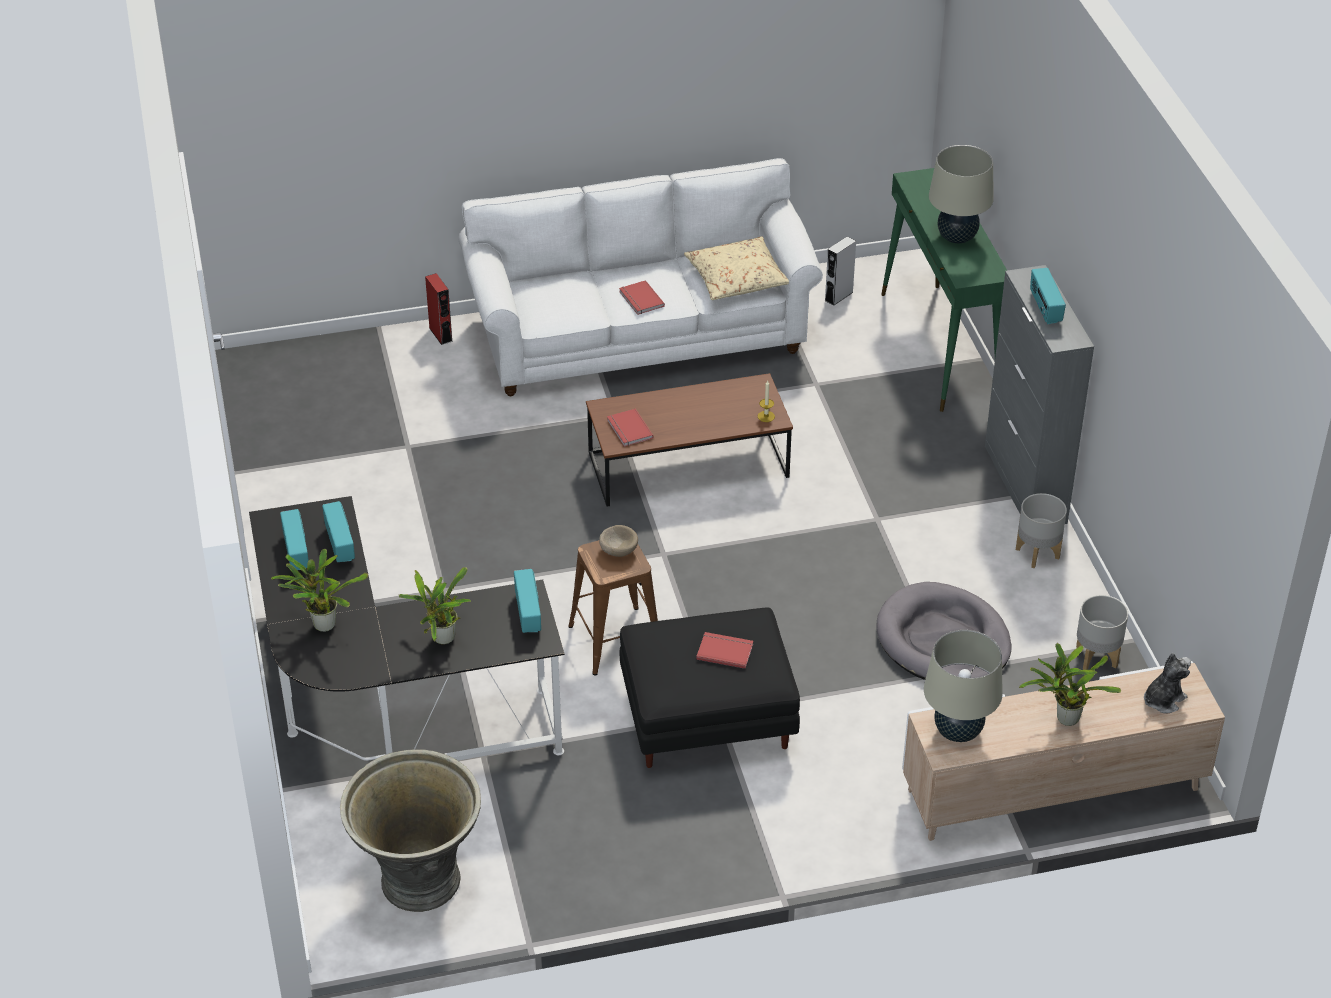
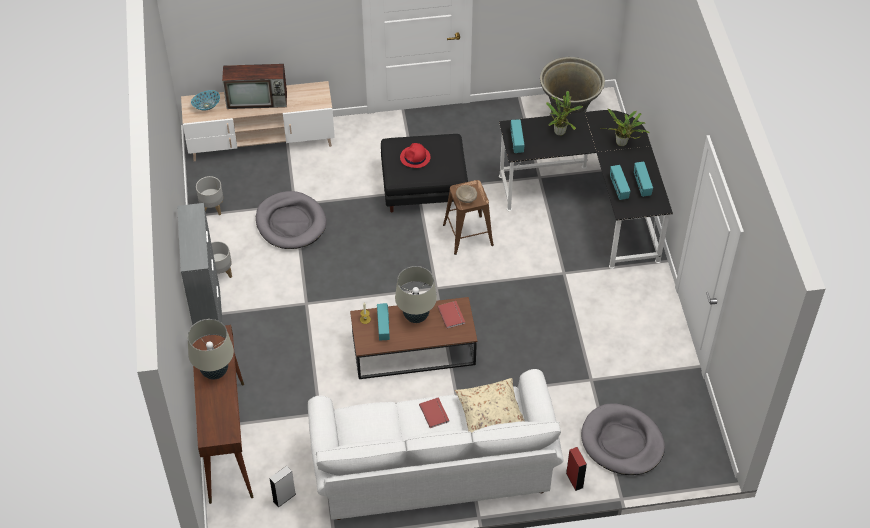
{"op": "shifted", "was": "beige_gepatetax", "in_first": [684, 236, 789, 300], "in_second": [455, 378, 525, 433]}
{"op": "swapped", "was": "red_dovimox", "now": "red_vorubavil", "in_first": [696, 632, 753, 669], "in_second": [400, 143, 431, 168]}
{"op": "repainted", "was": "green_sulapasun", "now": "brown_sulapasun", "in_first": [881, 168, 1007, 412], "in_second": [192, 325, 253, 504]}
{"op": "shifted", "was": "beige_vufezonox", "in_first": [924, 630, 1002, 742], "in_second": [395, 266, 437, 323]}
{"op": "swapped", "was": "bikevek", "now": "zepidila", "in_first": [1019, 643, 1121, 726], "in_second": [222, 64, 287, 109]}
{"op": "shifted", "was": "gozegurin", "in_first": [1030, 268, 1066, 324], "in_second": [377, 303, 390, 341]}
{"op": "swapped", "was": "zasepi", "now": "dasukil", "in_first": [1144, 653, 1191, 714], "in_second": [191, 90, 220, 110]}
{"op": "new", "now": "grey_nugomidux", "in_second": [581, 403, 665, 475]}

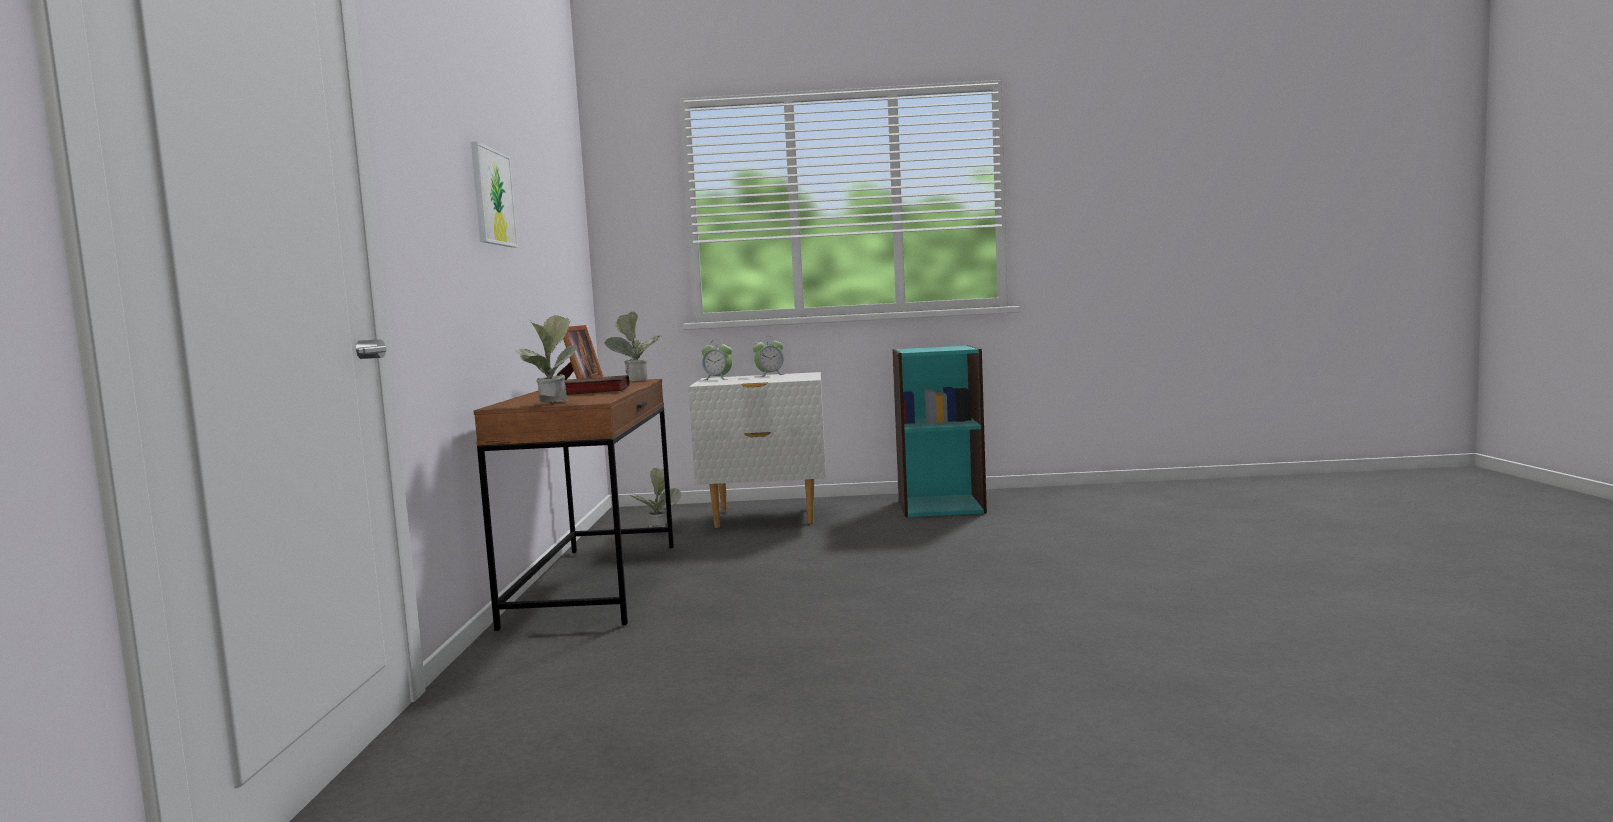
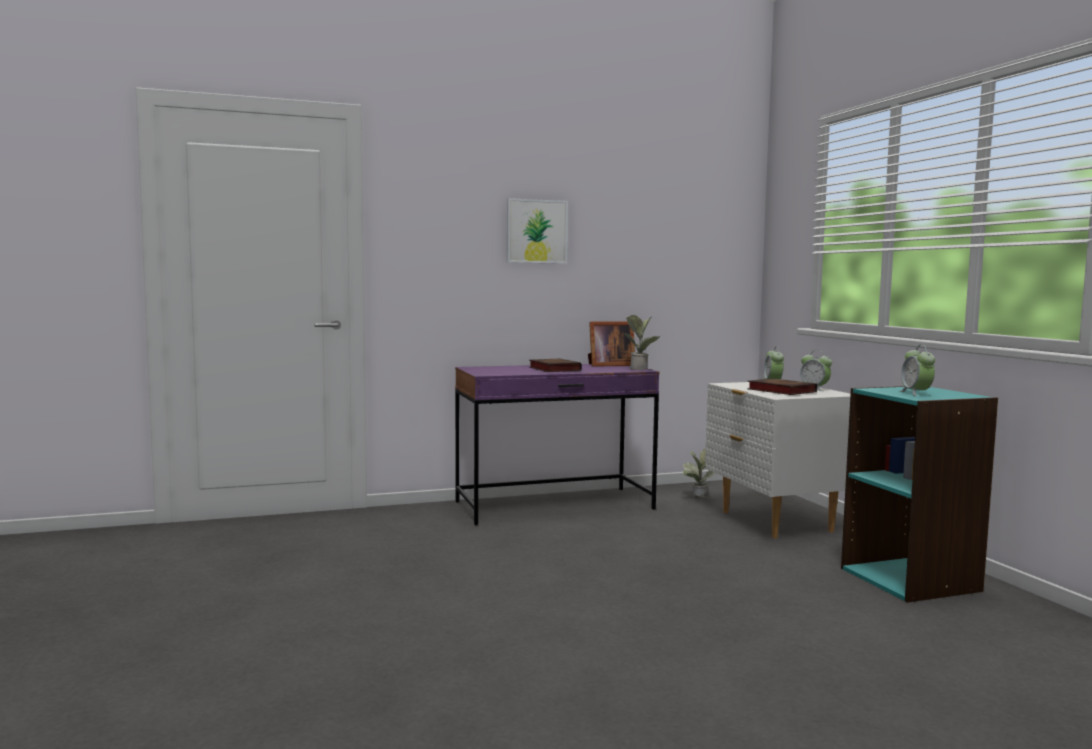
{"op": "repainted", "was": "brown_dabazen", "now": "purple_dabazen", "in_first": [474, 379, 674, 631], "in_second": [455, 364, 660, 525]}
{"op": "gone", "was": "bikevek", "in_first": [515, 315, 577, 402]}
{"op": "new", "now": "dovimox", "in_second": [747, 378, 818, 395]}
{"op": "new", "now": "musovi", "in_second": [899, 345, 935, 396]}

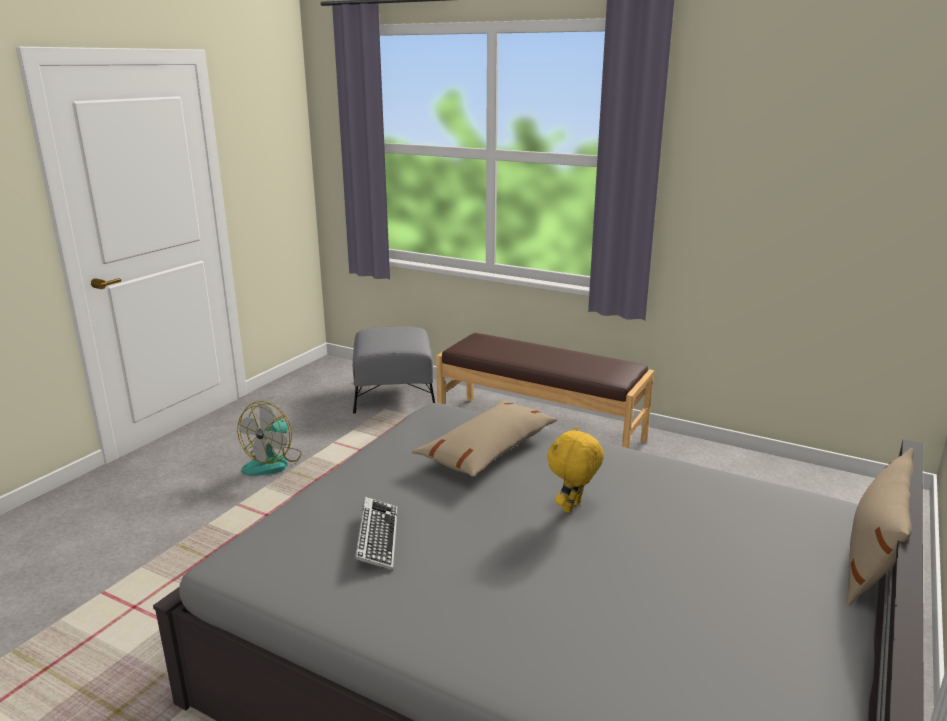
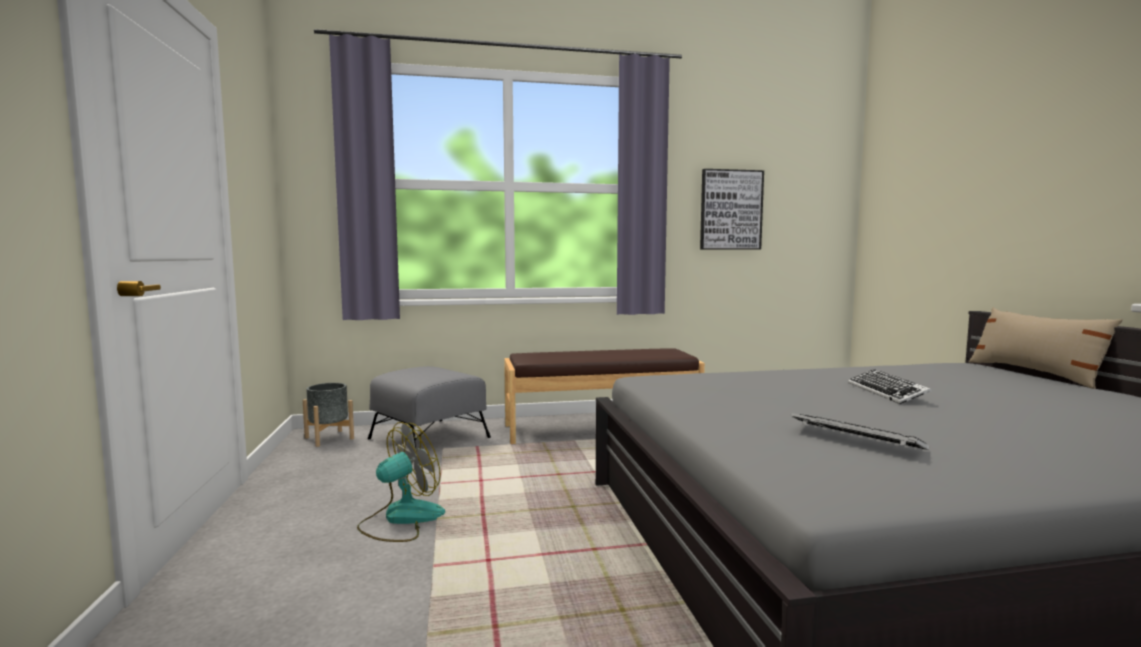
{"op": "rotated", "was": "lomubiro", "in_first": [237, 401, 302, 475], "in_second": [357, 422, 445, 542], "clockwise": -120}
{"op": "gone", "was": "beige_gepatetax", "in_first": [412, 400, 558, 477]}
{"op": "swapped", "was": "yellow_zasepi", "now": "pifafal", "in_first": [548, 426, 604, 513], "in_second": [848, 369, 932, 404]}
{"op": "new", "now": "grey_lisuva", "in_second": [303, 383, 354, 447]}
{"op": "new", "now": "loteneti", "in_second": [700, 169, 764, 250]}

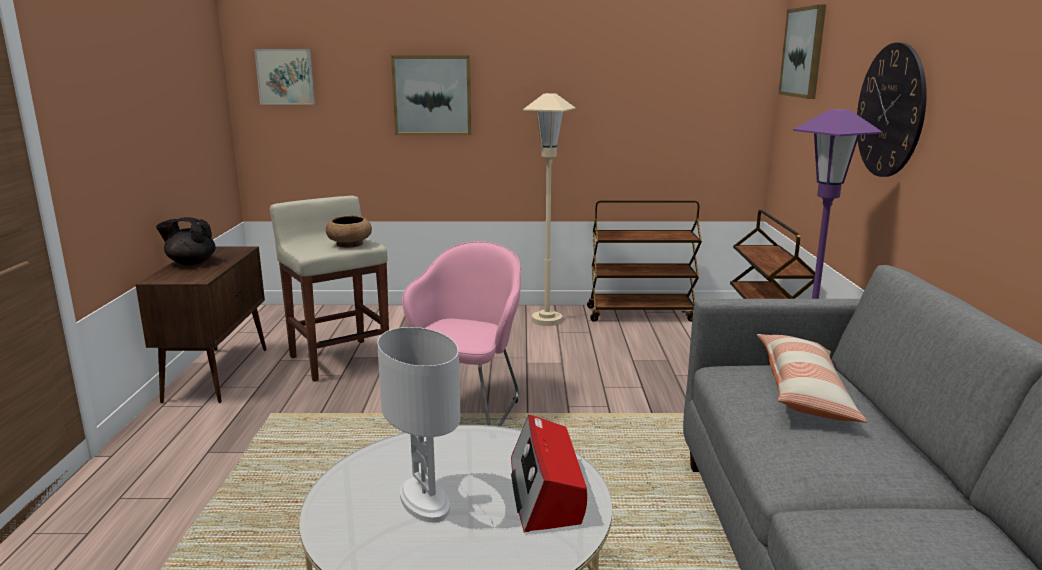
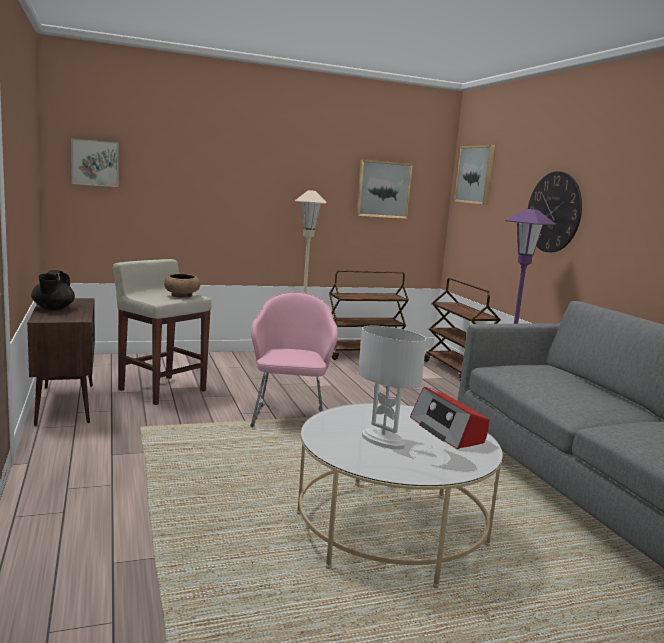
{"op": "rotated", "was": "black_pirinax", "in_first": [156, 217, 216, 266], "in_second": [31, 270, 75, 310], "clockwise": -75}
{"op": "shifted", "was": "loteneti", "in_first": [391, 55, 472, 135], "in_second": [356, 159, 413, 219]}
{"op": "gone", "was": "gepatetax", "in_first": [757, 334, 867, 423]}

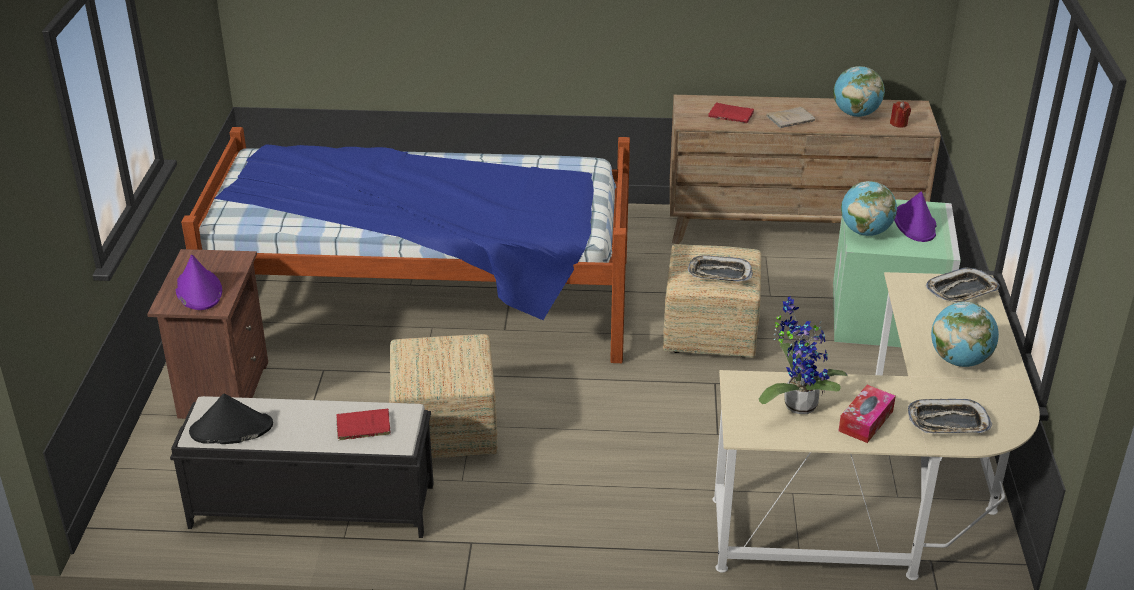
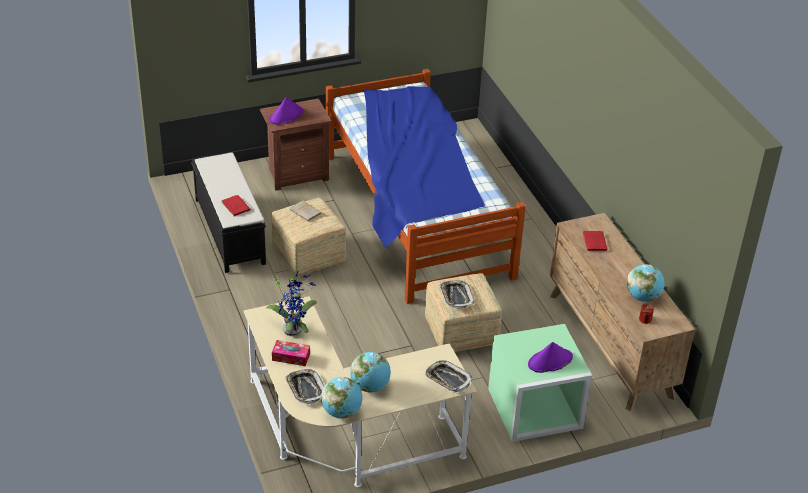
{"op": "gone", "was": "black_vorubavil", "in_first": [189, 394, 273, 444]}
{"op": "shifted", "was": "beige_dovimox", "in_first": [766, 107, 815, 128], "in_second": [289, 200, 321, 221]}
{"op": "shifted", "was": "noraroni", "in_first": [841, 181, 897, 236], "in_second": [321, 377, 362, 419]}

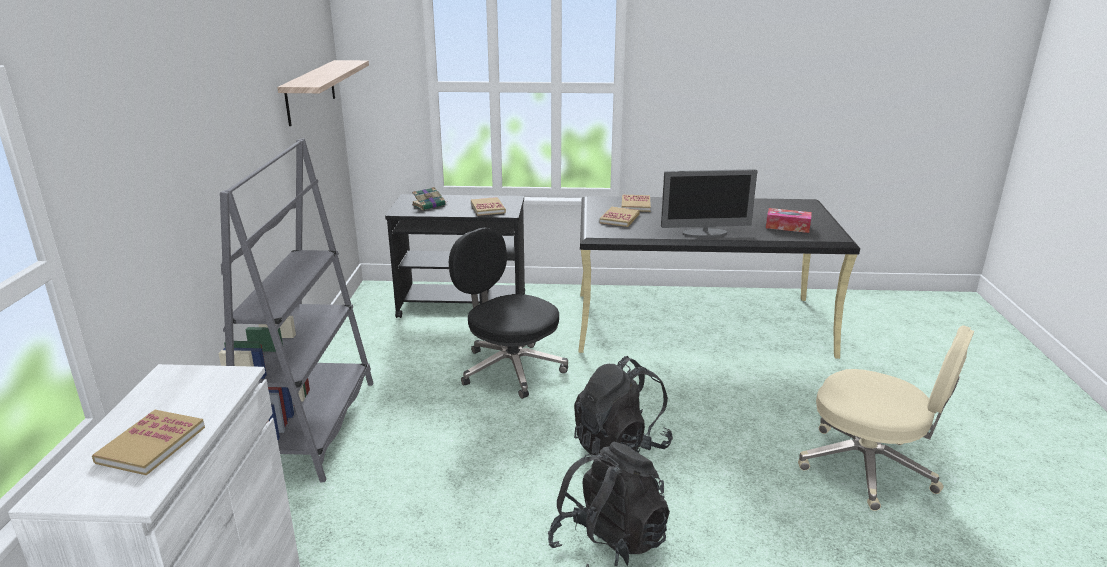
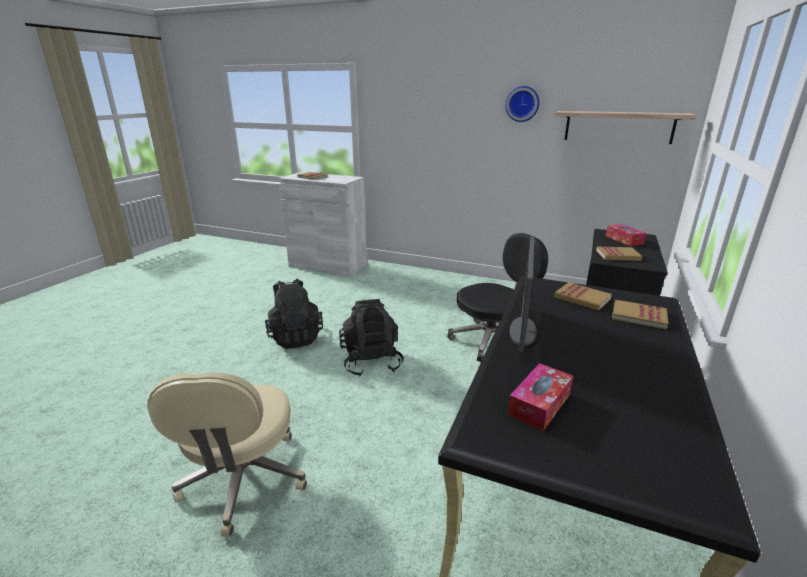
{"op": "gone", "was": "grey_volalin", "in_first": [218, 138, 374, 482]}
{"op": "swapped", "was": "dovimox", "now": "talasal", "in_first": [412, 187, 446, 210], "in_second": [606, 224, 647, 246]}
{"op": "rotated", "was": "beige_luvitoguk", "in_first": [798, 325, 974, 511], "in_second": [147, 372, 307, 537], "clockwise": -60}
{"op": "new", "now": "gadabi", "in_second": [505, 86, 540, 122]}

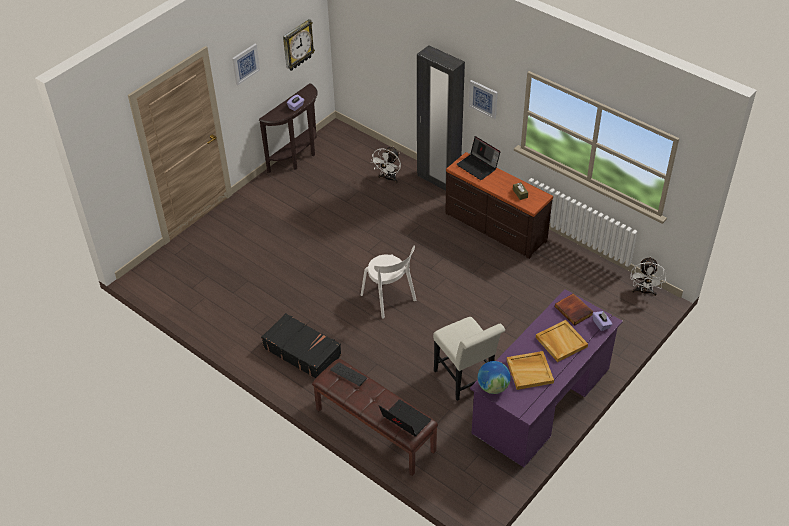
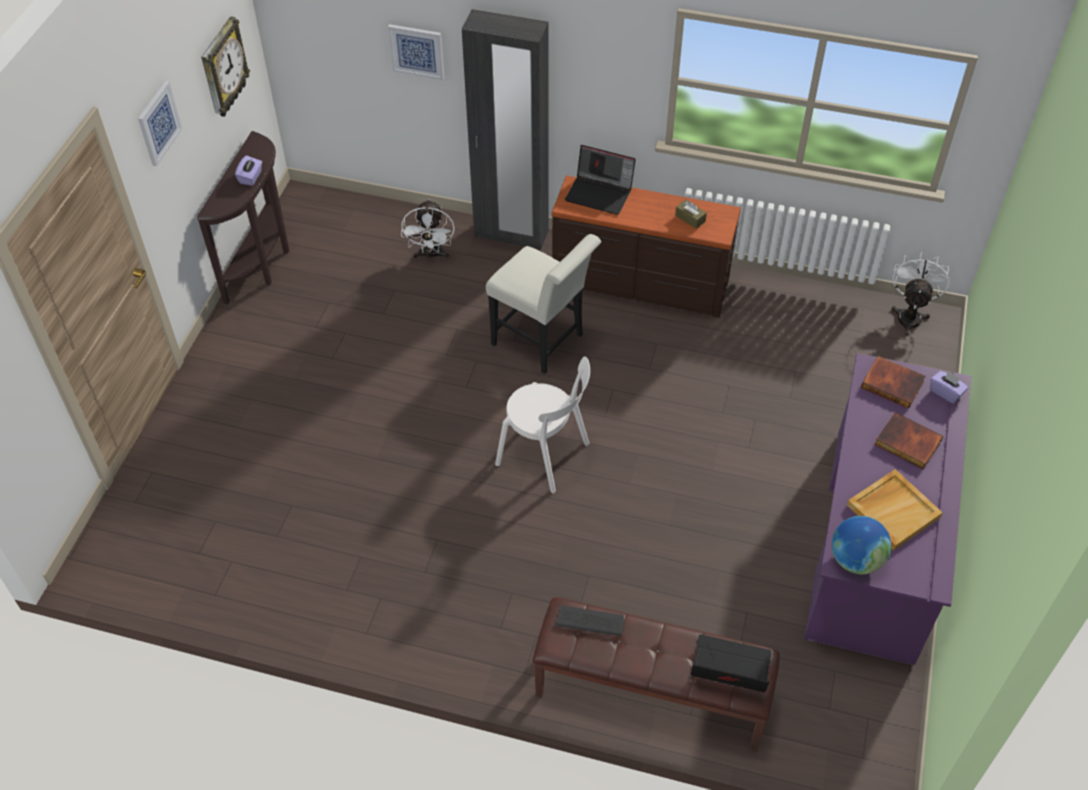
{"op": "gone", "was": "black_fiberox", "in_first": [261, 313, 342, 378]}
{"op": "shifted", "was": "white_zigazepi", "in_first": [433, 317, 505, 401], "in_second": [486, 234, 601, 374]}
{"op": "shifted", "was": "loteneti", "in_first": [469, 80, 498, 119], "in_second": [388, 24, 444, 80]}
{"op": "swapped", "was": "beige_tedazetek", "now": "dovimox", "in_first": [536, 320, 588, 362], "in_second": [874, 412, 943, 469]}
{"op": "rotated", "was": "white_lomubiro", "in_first": [631, 256, 666, 296], "in_second": [891, 252, 950, 336], "clockwise": -150}

